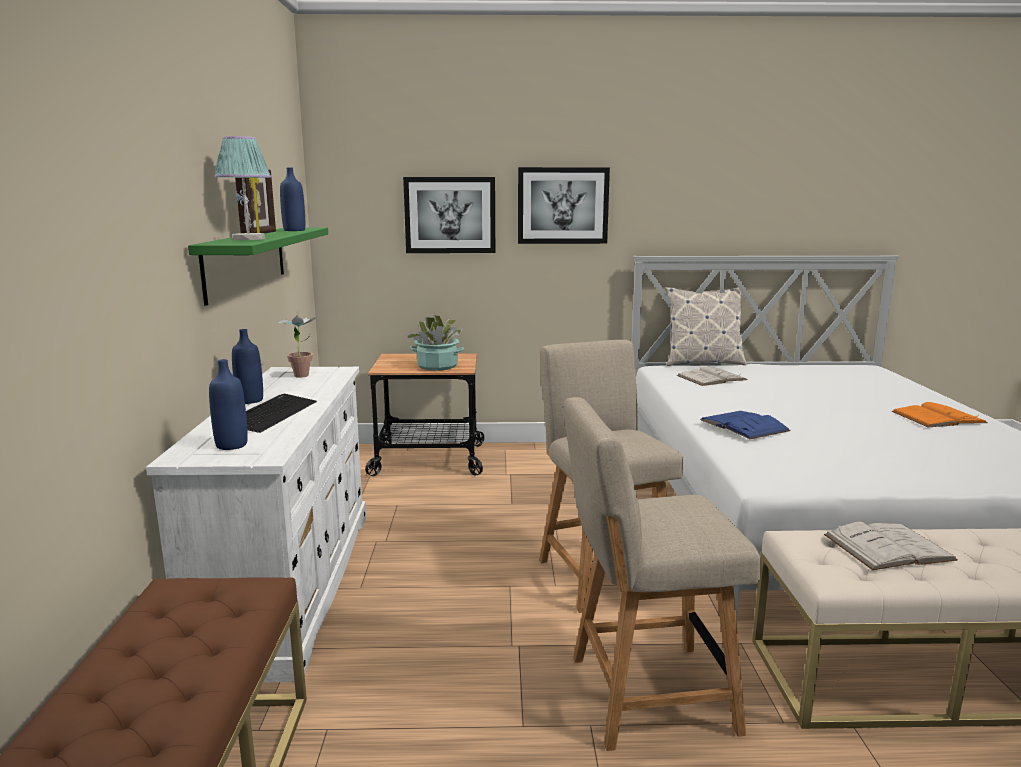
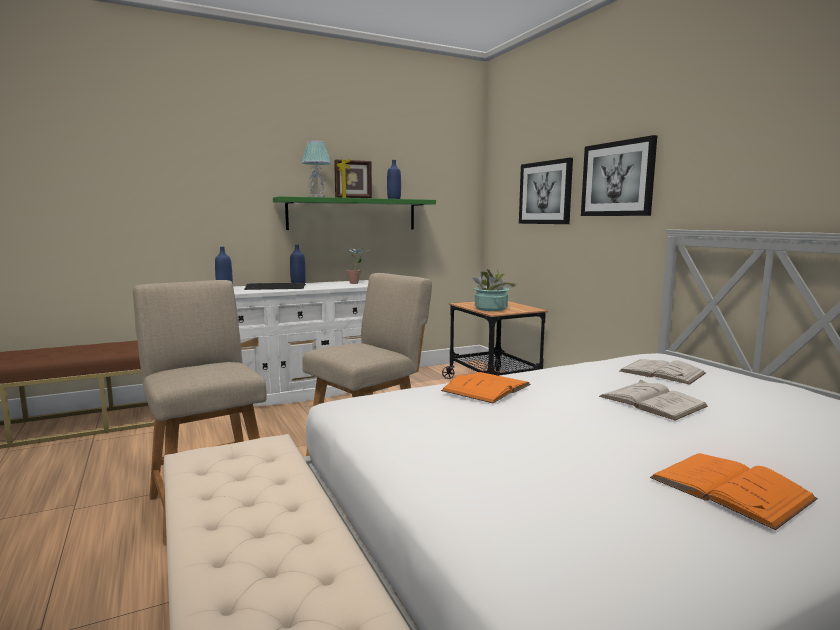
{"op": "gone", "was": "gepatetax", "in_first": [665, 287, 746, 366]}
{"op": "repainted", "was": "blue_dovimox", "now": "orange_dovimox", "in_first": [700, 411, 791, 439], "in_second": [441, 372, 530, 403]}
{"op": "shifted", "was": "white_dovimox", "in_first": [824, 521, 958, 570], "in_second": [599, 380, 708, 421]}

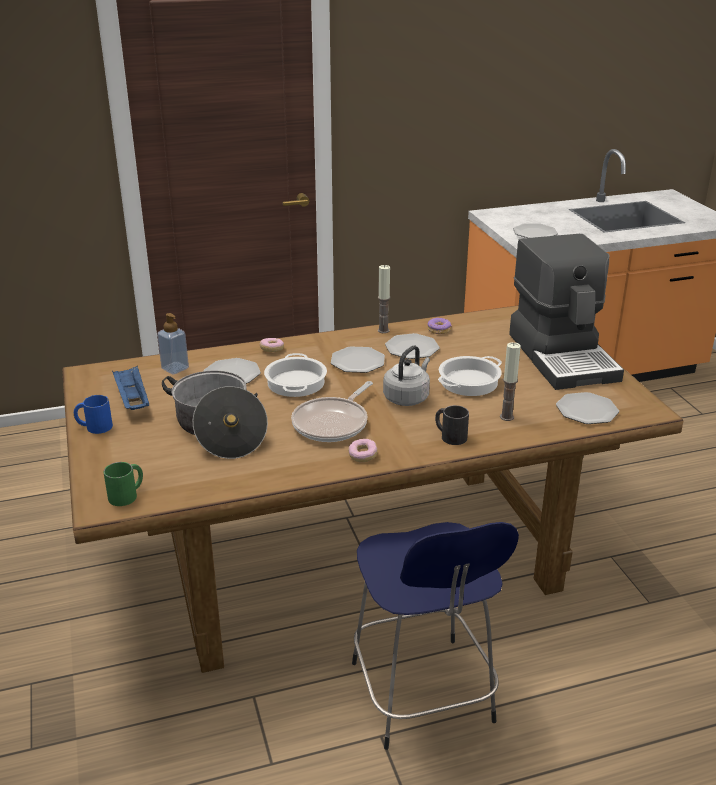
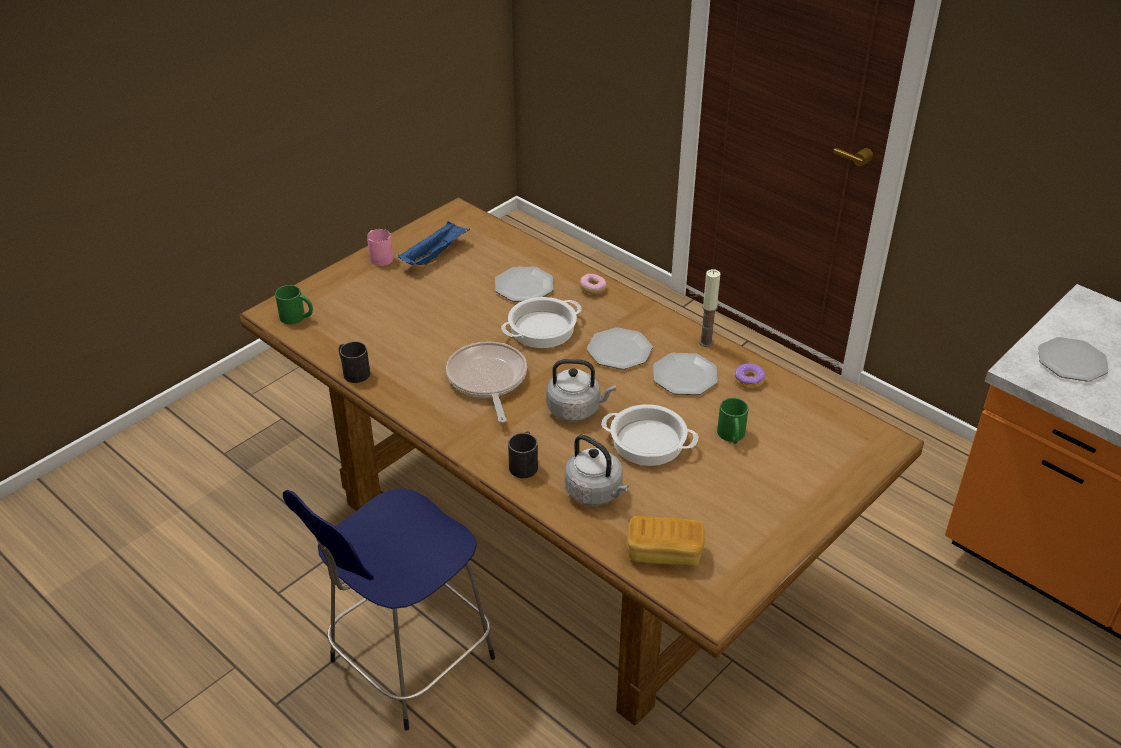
{"op": "repainted", "was": "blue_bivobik", "now": "pink_bivobik", "in_first": [74, 395, 113, 434], "in_second": [367, 229, 393, 266]}
{"op": "gone", "was": "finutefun", "in_first": [157, 313, 189, 374]}
{"op": "gone", "was": "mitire", "in_first": [162, 371, 268, 459]}
{"op": "rotated", "was": "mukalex", "in_first": [291, 381, 373, 442], "in_second": [446, 341, 527, 423], "clockwise": 75}
{"op": "gone", "was": "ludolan", "in_first": [348, 439, 378, 462]}
{"op": "swapped", "was": "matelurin", "now": "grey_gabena", "in_first": [500, 342, 521, 421], "in_second": [565, 435, 629, 506]}
{"op": "gone", "was": "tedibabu", "in_first": [509, 234, 624, 390]}
{"op": "swapped", "was": "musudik", "now": "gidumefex", "in_first": [556, 392, 619, 424], "in_second": [627, 516, 705, 566]}
{"op": "new", "now": "black_bivobik", "in_second": [339, 341, 370, 383]}
{"op": "new", "now": "green_bivobik", "in_second": [717, 398, 749, 444]}

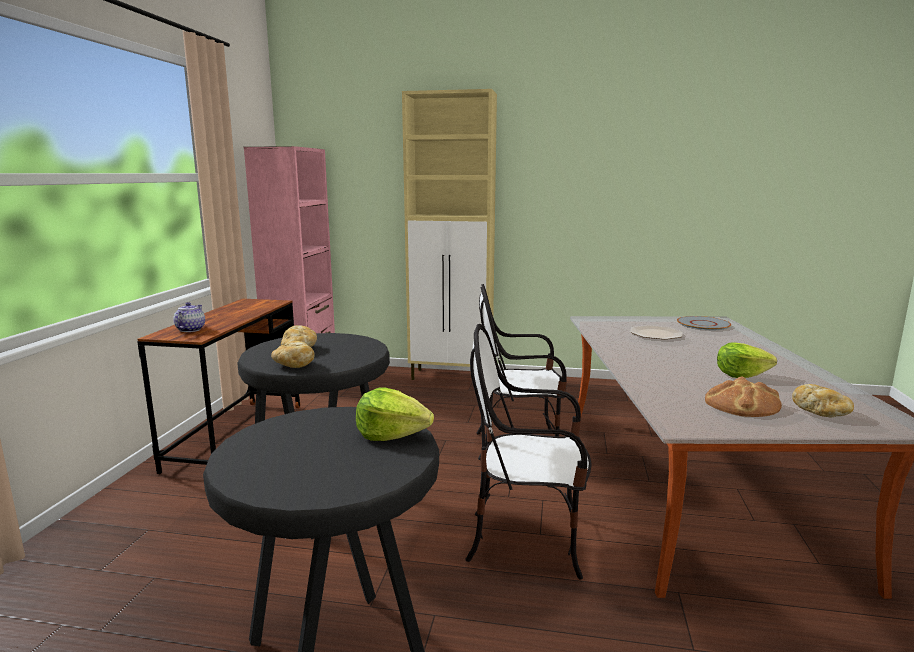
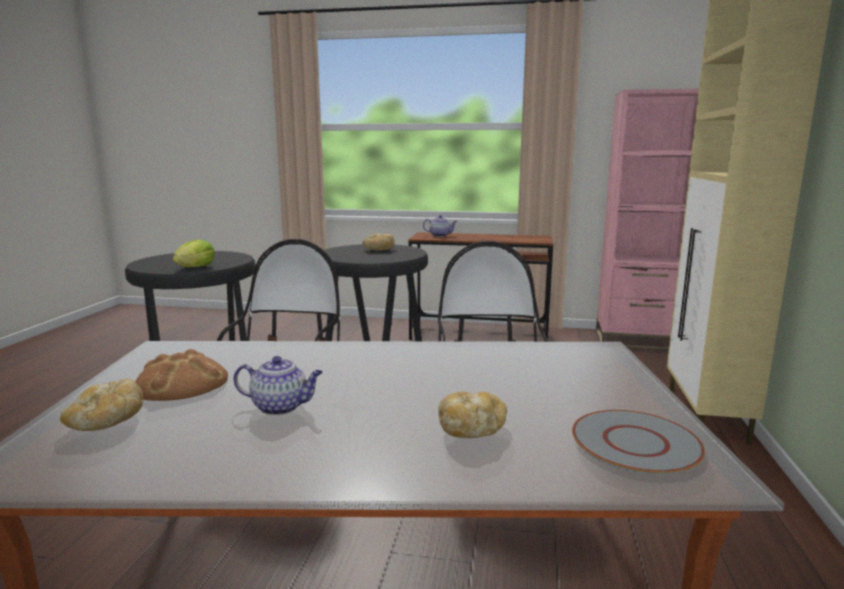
{"op": "shifted", "was": "gidumefex", "in_first": [271, 341, 315, 368], "in_second": [438, 392, 507, 438]}
{"op": "gone", "was": "musudik", "in_first": [630, 325, 683, 340]}
{"op": "swapped", "was": "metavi", "now": "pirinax", "in_first": [717, 342, 777, 378], "in_second": [234, 356, 323, 415]}

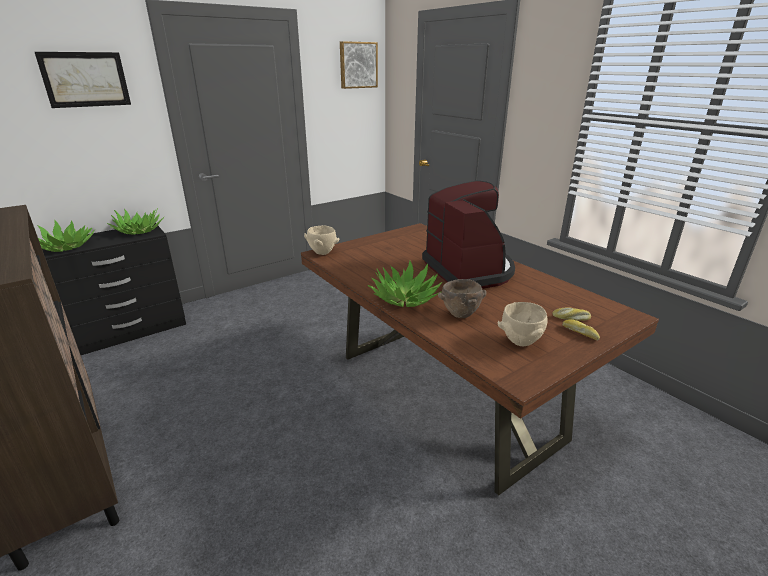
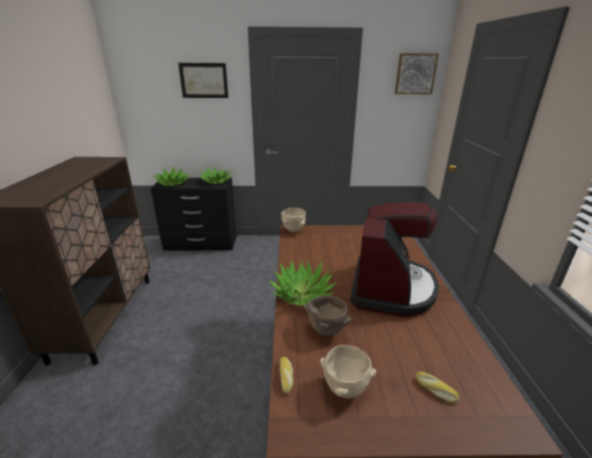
{"op": "shifted", "was": "gidumefex", "in_first": [563, 319, 600, 341], "in_second": [280, 357, 293, 394]}

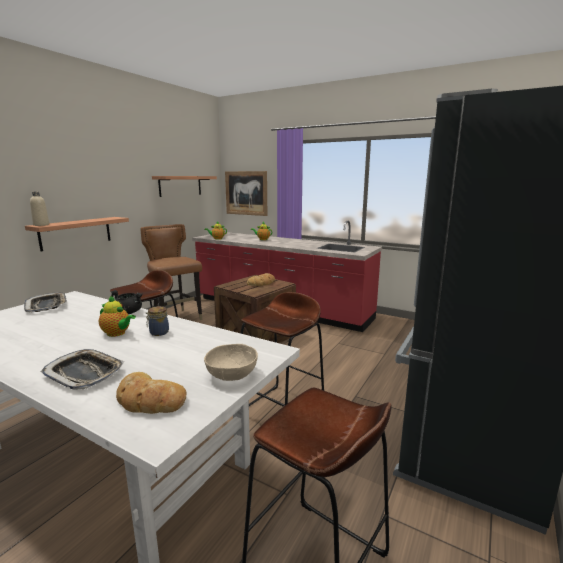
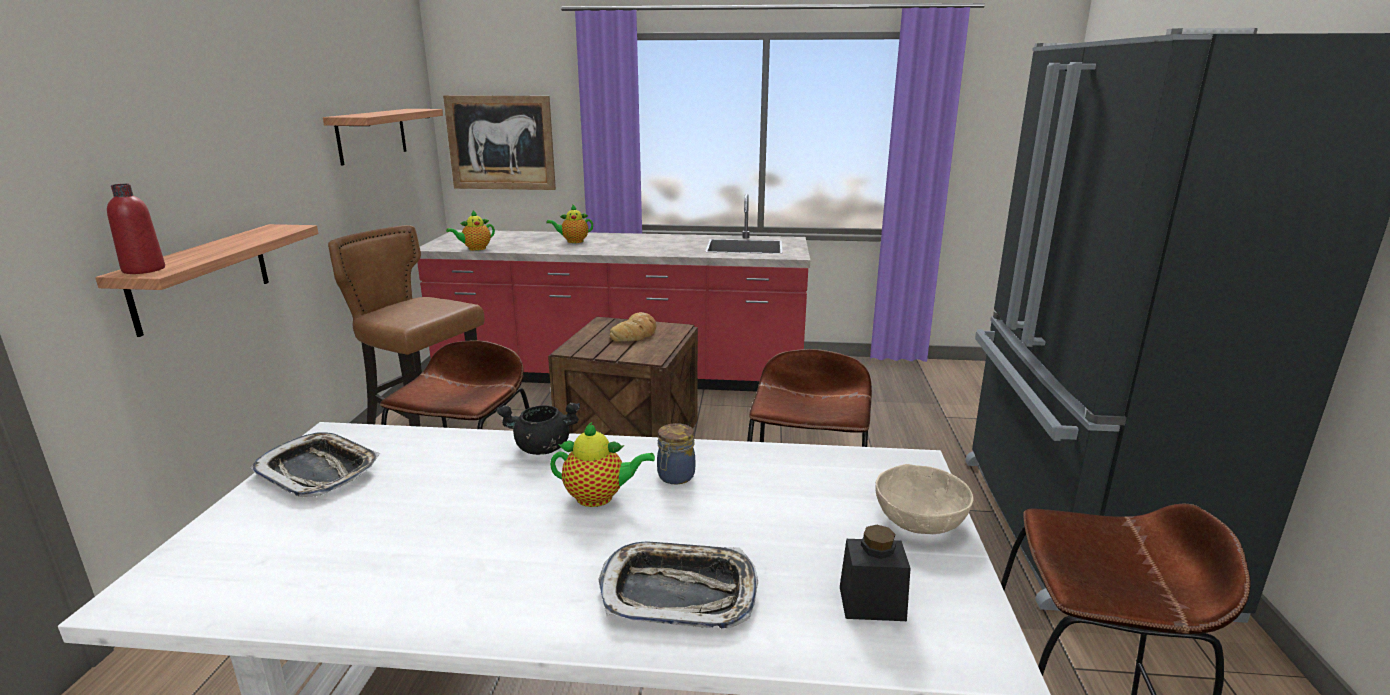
{"op": "repainted", "was": "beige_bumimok", "now": "red_bumimok", "in_first": [30, 192, 49, 226], "in_second": [107, 184, 165, 274]}
{"op": "swapped", "was": "gidumefex", "now": "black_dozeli", "in_first": [116, 372, 186, 414], "in_second": [840, 525, 911, 621]}

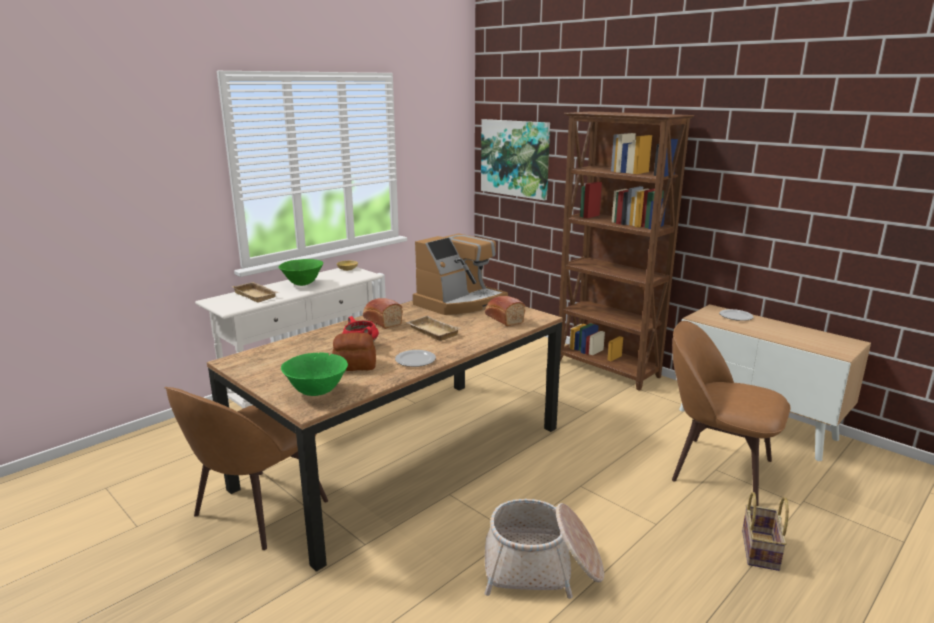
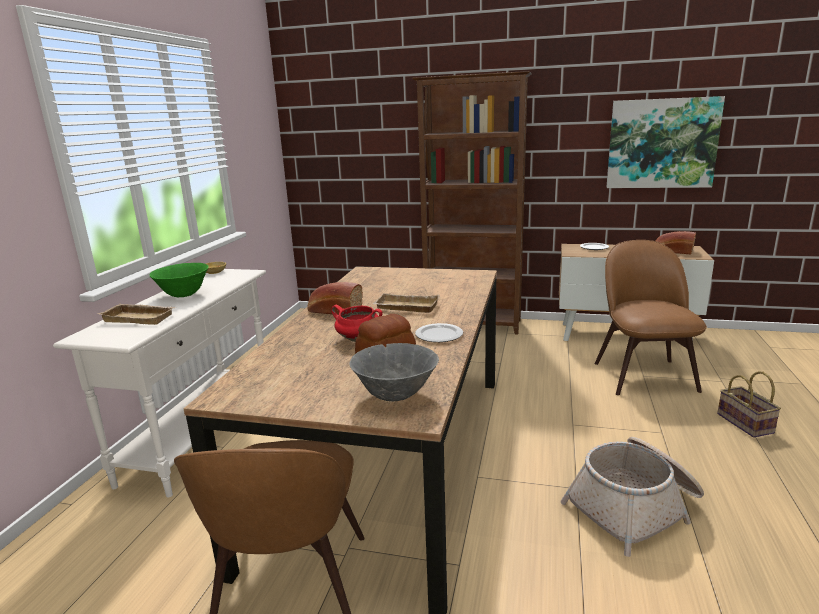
{"op": "repainted", "was": "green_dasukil", "now": "grey_dasukil", "in_first": [281, 352, 348, 396], "in_second": [350, 343, 439, 402]}
{"op": "gone", "was": "tedibabu", "in_first": [413, 233, 508, 315]}
{"op": "shifted", "was": "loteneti", "in_first": [481, 119, 550, 200], "in_second": [606, 96, 725, 188]}
{"op": "shifted", "was": "gidumefex", "in_first": [485, 296, 525, 326], "in_second": [656, 231, 696, 254]}
{"op": "rotated", "was": "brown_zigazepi", "in_first": [672, 321, 791, 506], "in_second": [595, 240, 707, 395], "clockwise": 90}

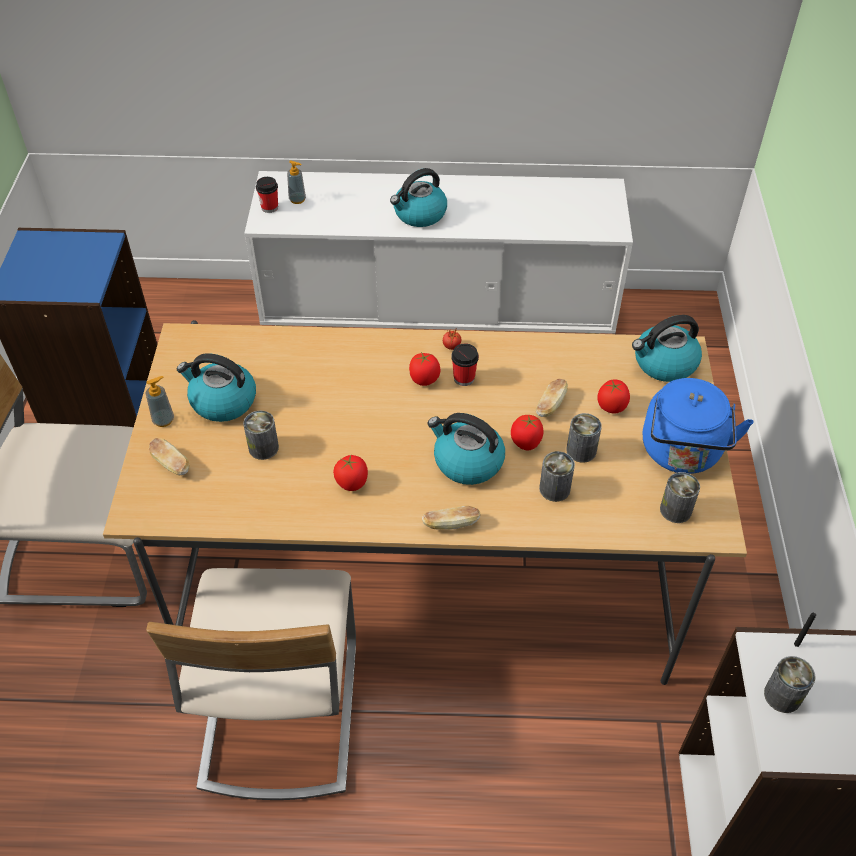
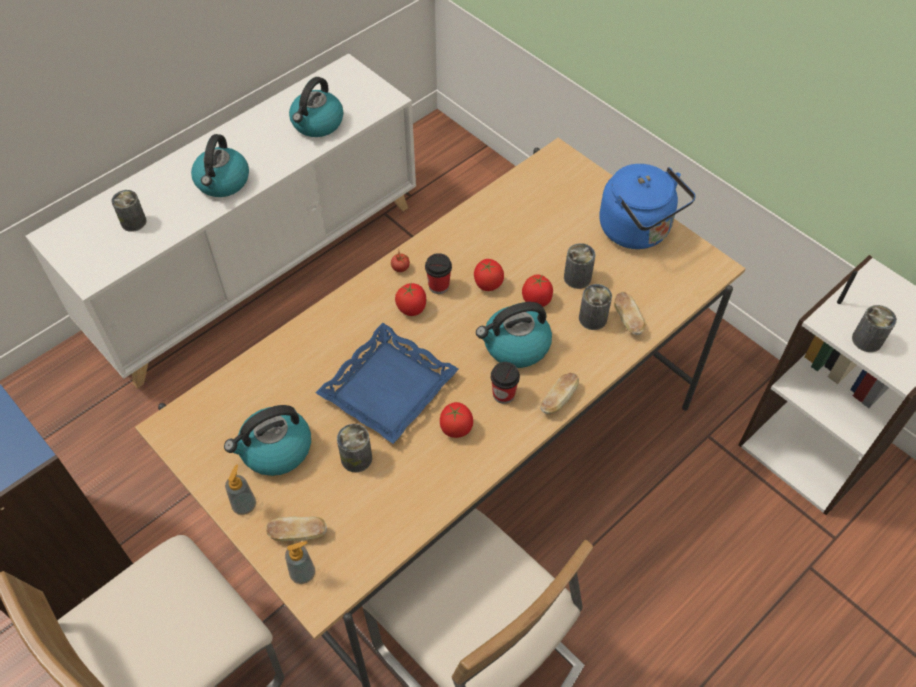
{"op": "shifted", "was": "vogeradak", "in_first": [256, 177, 278, 213], "in_second": [491, 362, 520, 404]}
{"op": "shifted", "was": "finutefun", "in_first": [287, 160, 306, 204], "in_second": [285, 541, 315, 584]}
{"op": "shifted", "was": "gidumefex", "in_first": [536, 379, 568, 417], "in_second": [614, 292, 646, 335]}
{"op": "shifted", "was": "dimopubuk", "in_first": [598, 380, 630, 414], "in_second": [474, 259, 504, 291]}
{"op": "shifted", "was": "gabena", "in_first": [632, 315, 702, 382], "in_second": [289, 77, 344, 137]}
{"op": "shifted", "was": "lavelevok", "in_first": [660, 472, 700, 523], "in_second": [111, 190, 146, 232]}
{"op": "new", "now": "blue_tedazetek", "in_second": [316, 323, 459, 444]}

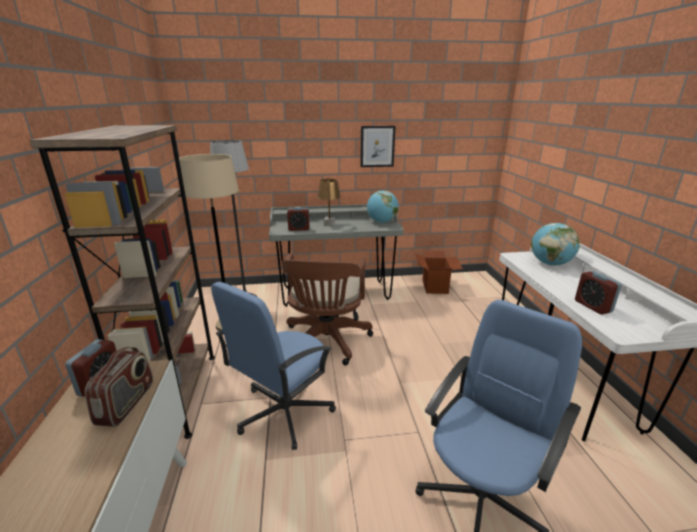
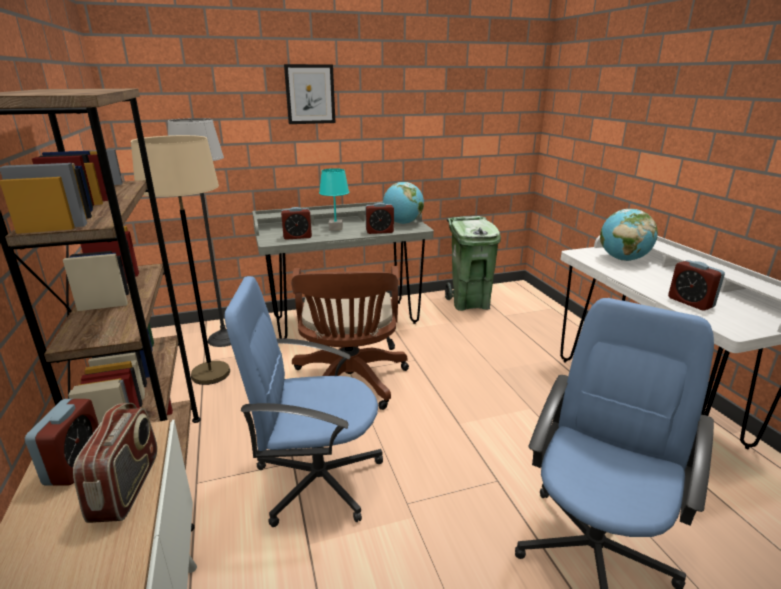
{"op": "rotated", "was": "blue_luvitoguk", "in_first": [211, 282, 336, 450], "in_second": [224, 276, 383, 527], "clockwise": 60}
{"op": "repainted", "was": "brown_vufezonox", "now": "turquoise_vufezonox", "in_first": [318, 179, 341, 226], "in_second": [319, 168, 349, 230]}
{"op": "shifted", "was": "loteneti", "in_first": [360, 126, 396, 167], "in_second": [284, 64, 335, 124]}
{"op": "swapped", "was": "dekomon", "now": "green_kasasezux", "in_first": [415, 251, 463, 294], "in_second": [445, 216, 501, 311]}
{"op": "new", "now": "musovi", "in_second": [365, 203, 394, 234]}

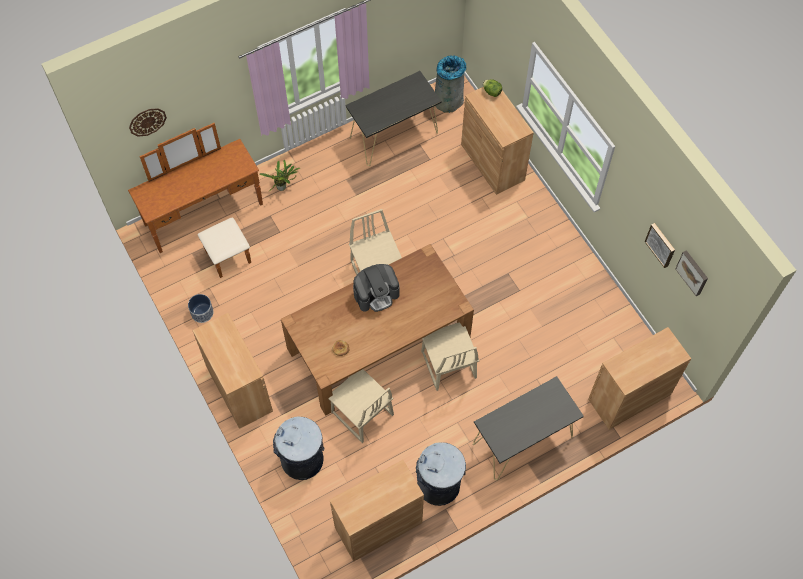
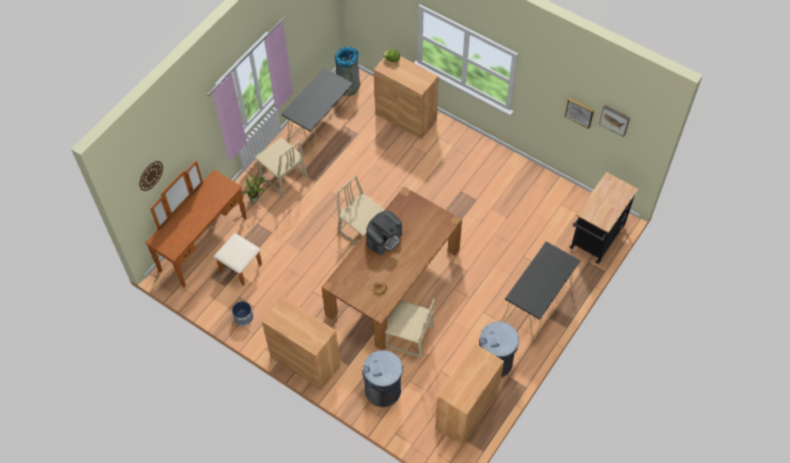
{"op": "shifted", "was": "beige_zigazepi", "in_first": [421, 322, 479, 391], "in_second": [254, 138, 308, 196]}
{"op": "swapped", "was": "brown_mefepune", "now": "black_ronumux", "in_first": [588, 327, 691, 430], "in_second": [569, 172, 638, 264]}

